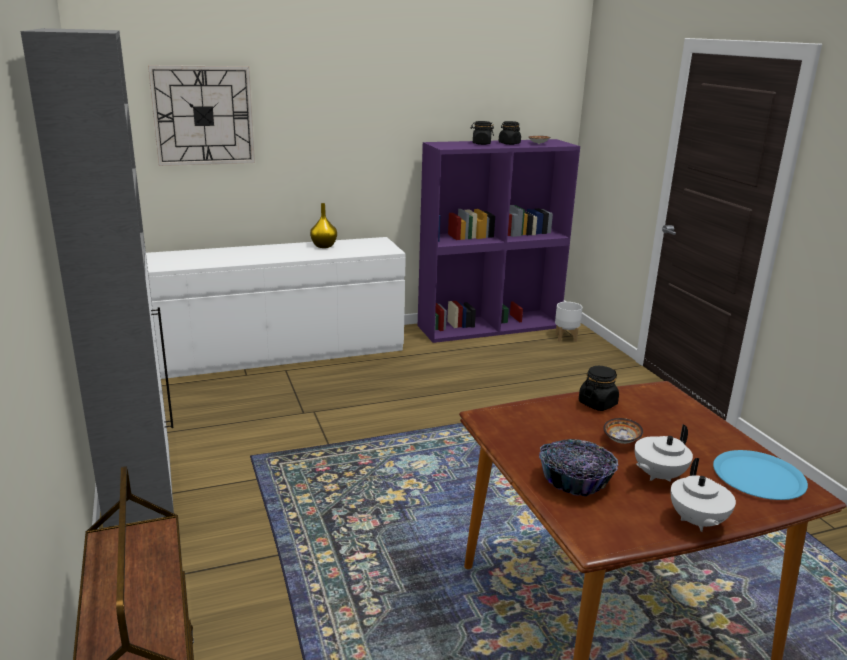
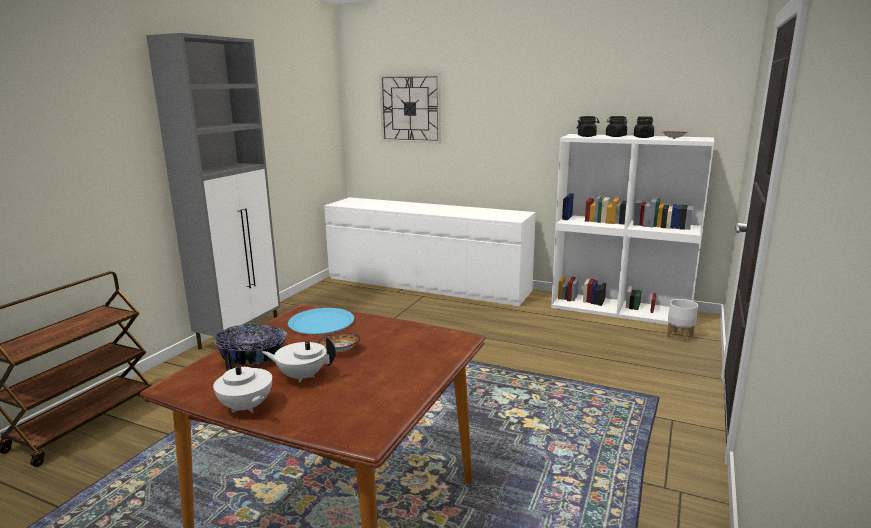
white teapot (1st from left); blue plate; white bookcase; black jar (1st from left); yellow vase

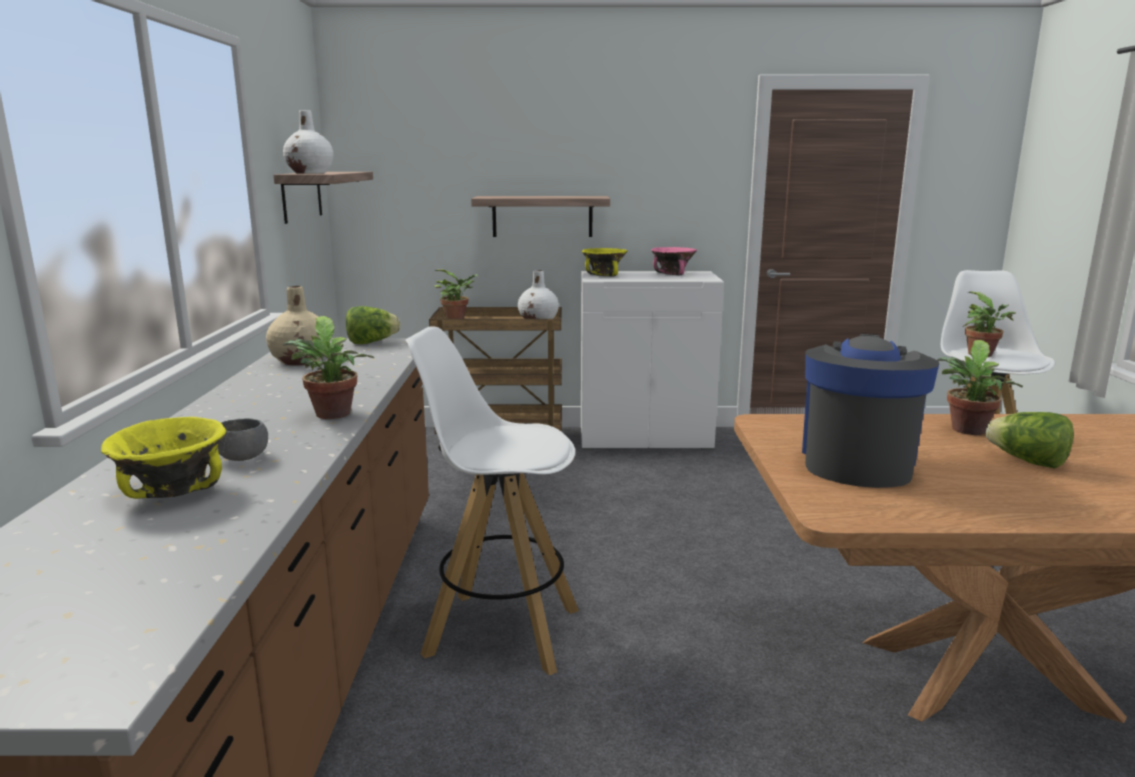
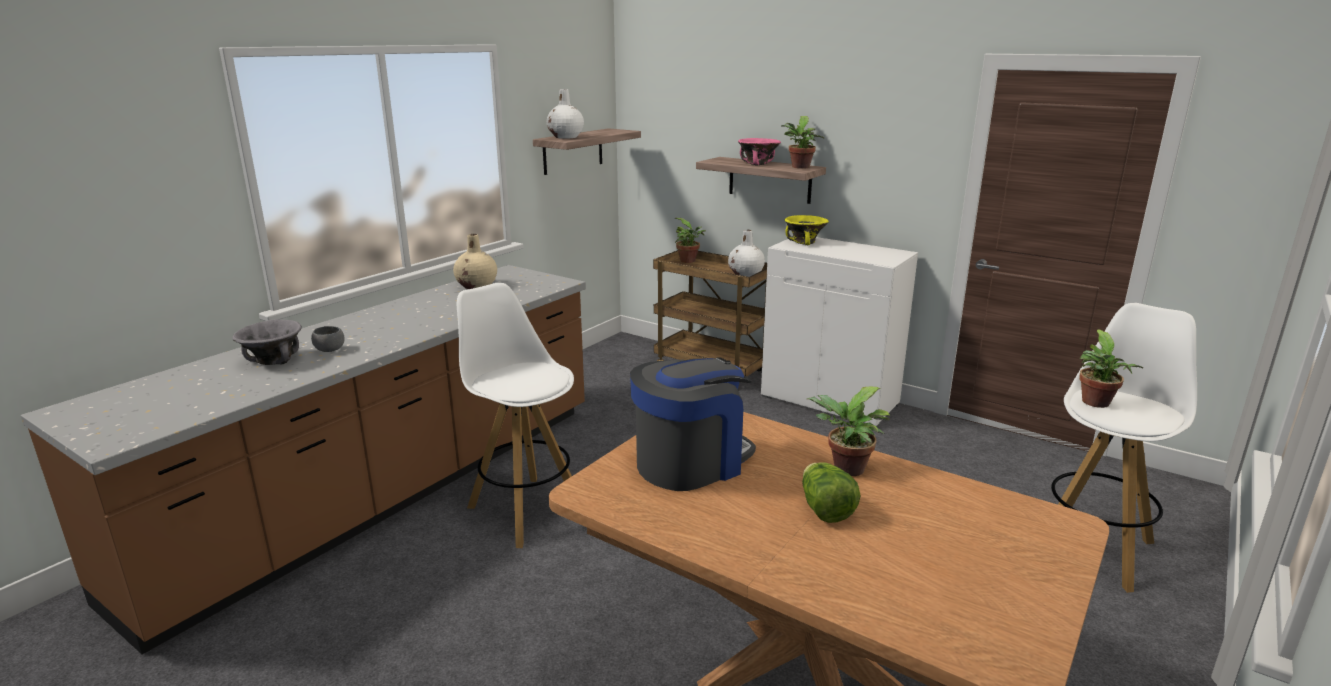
grey bowl (1st from left); pink bowl; potted plant (2nd from left); lettuce (1st from left in the first image)

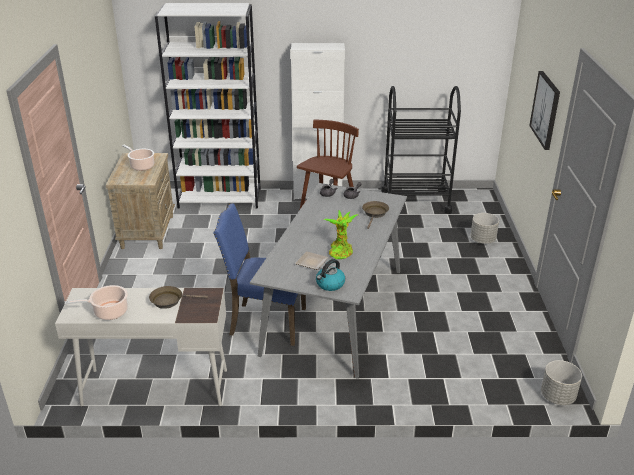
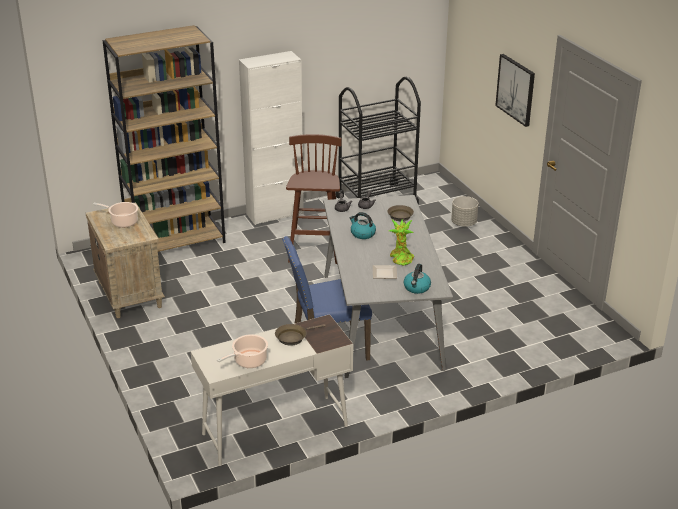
brown bookcase; kettle (1st from left); grey planter (2nd from left in the first image)

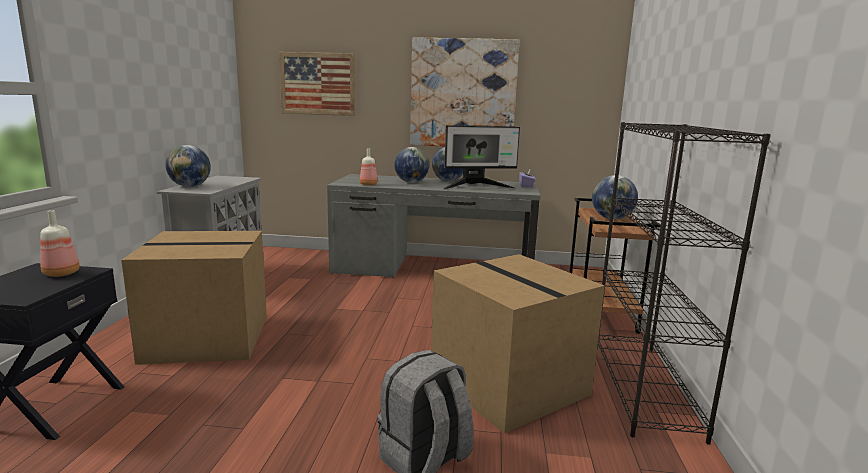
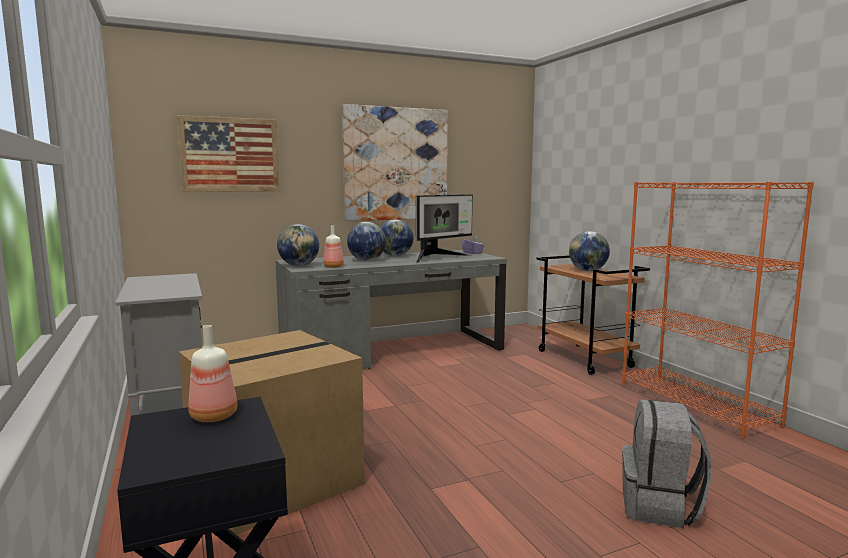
globe (1st from left); orange bookcase; cardboard box (2nd from left in the first image)

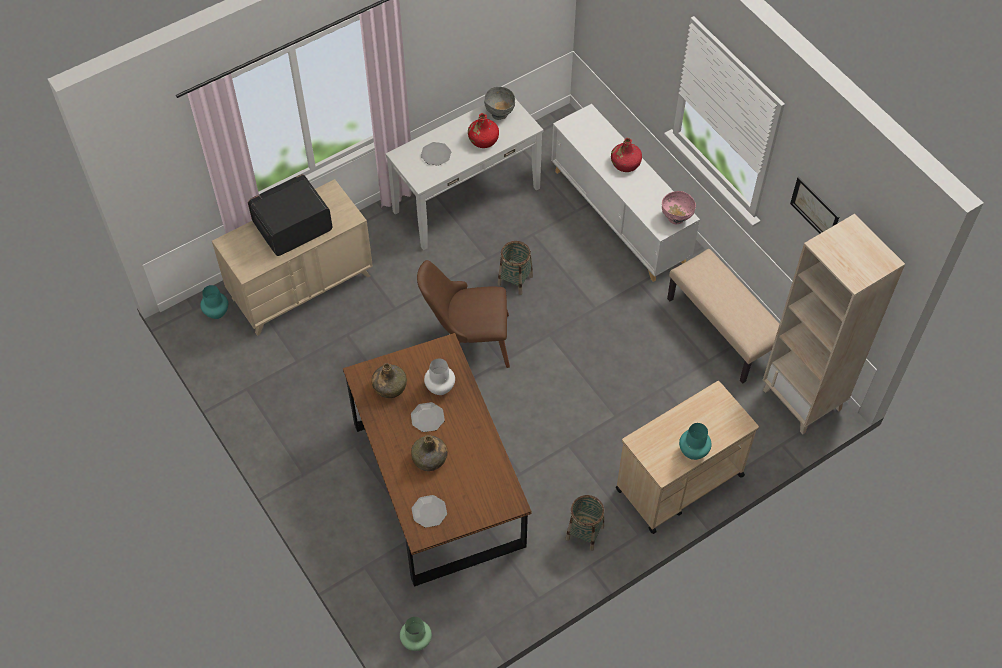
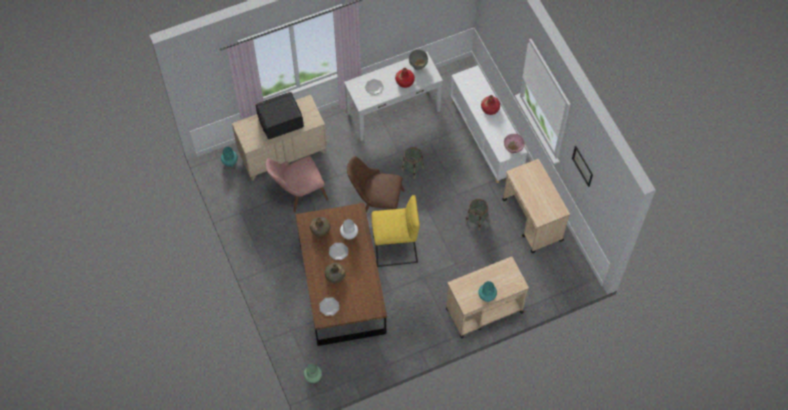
pink chair; yellow stool; basket (2nd from left); beige cart (2nd from left); beige bookcase

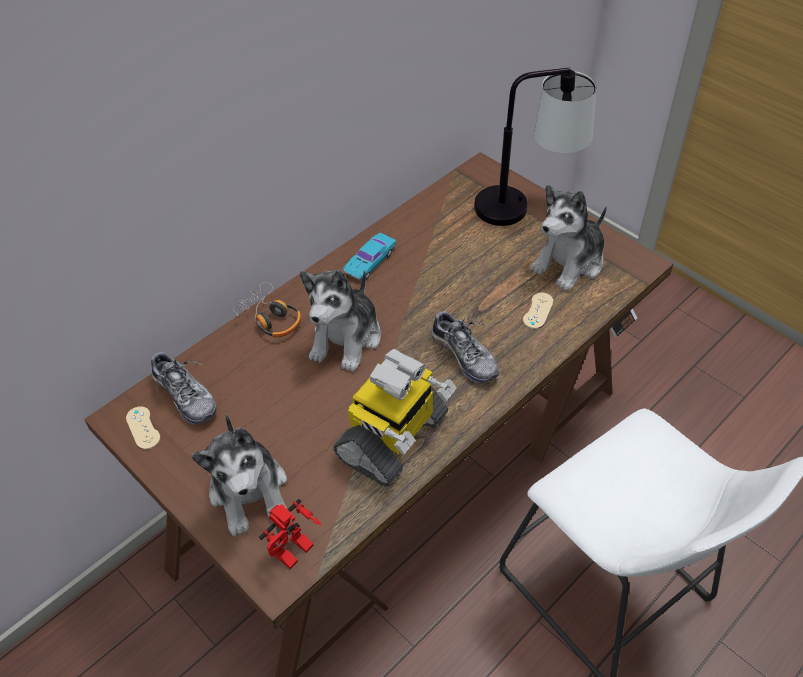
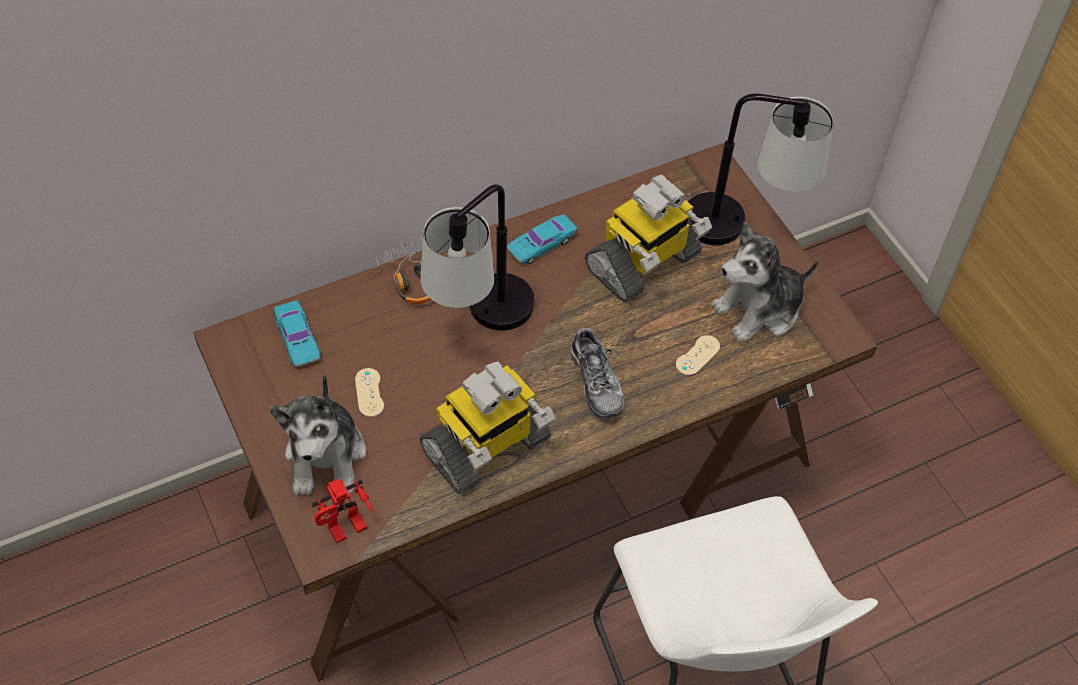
turquoise toy car (1st from left); beige game controller (1st from left); table lamp (1st from left); toy robot (3rd from left)

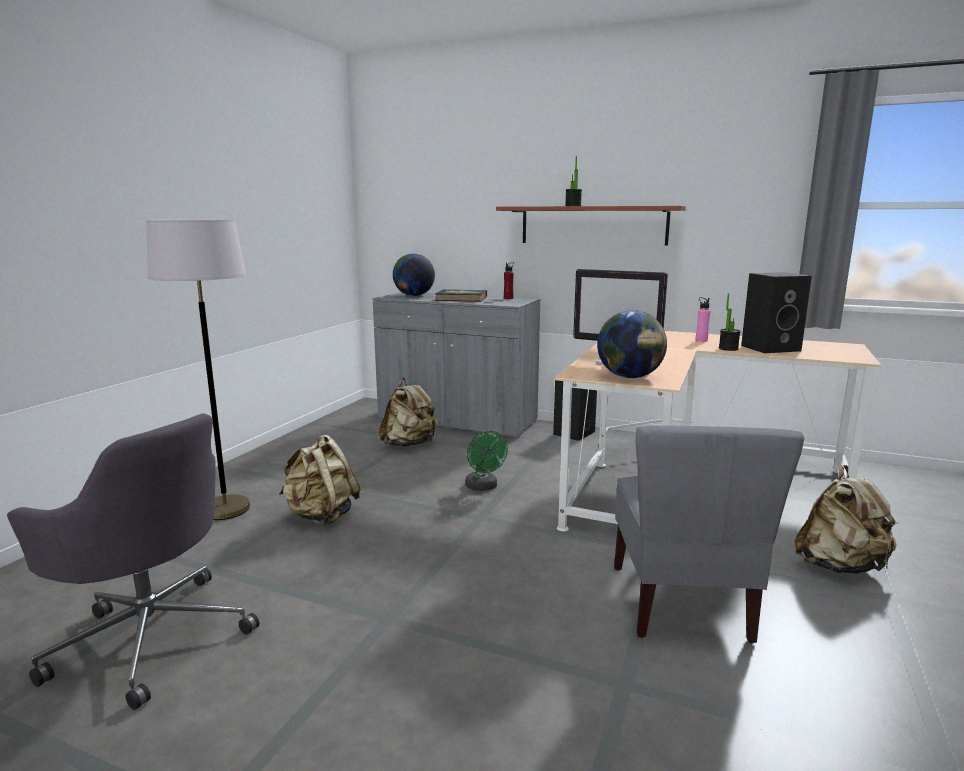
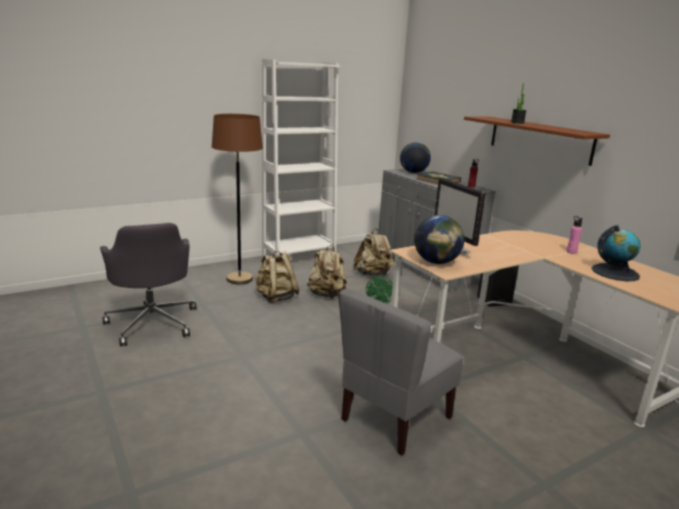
brown floor lamp; white bookcase; beige backpack (2nd from left); globe (3rd from left); potted plant (2nd from left in the first image)

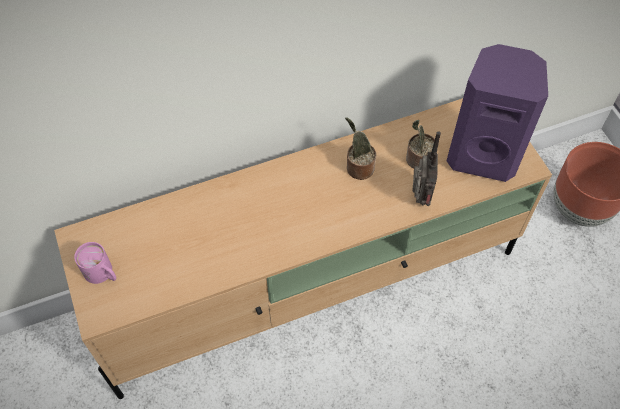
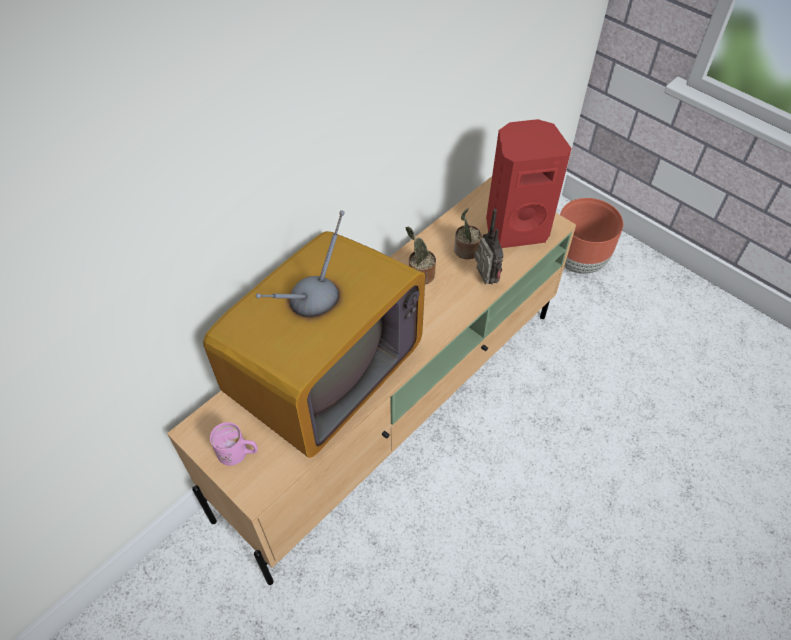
television; red speaker

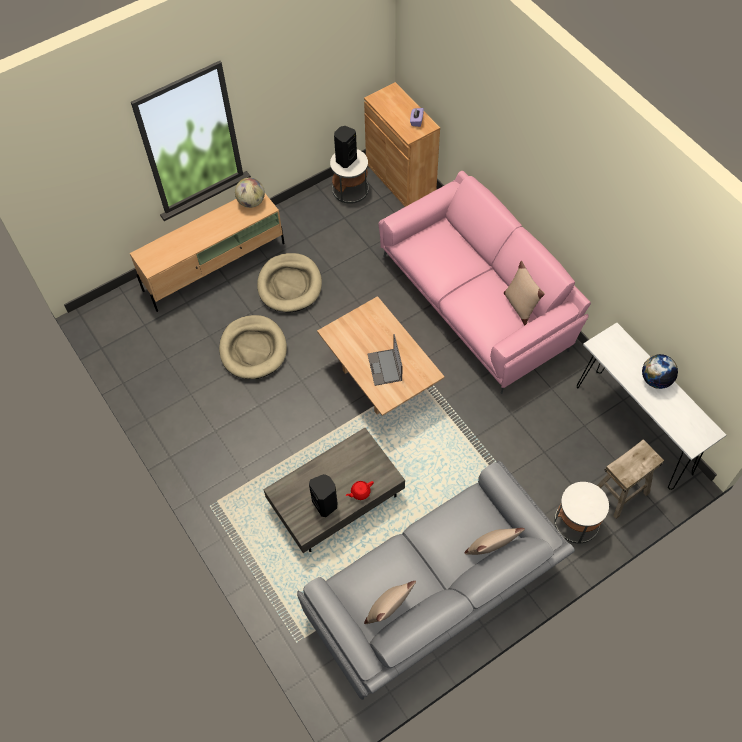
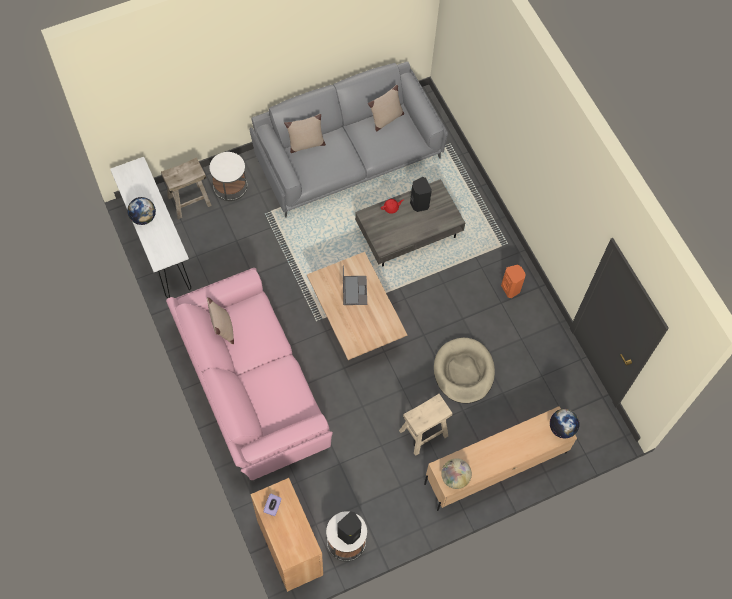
beige stool (2nd from left); orange speaker; globe (3rd from left)

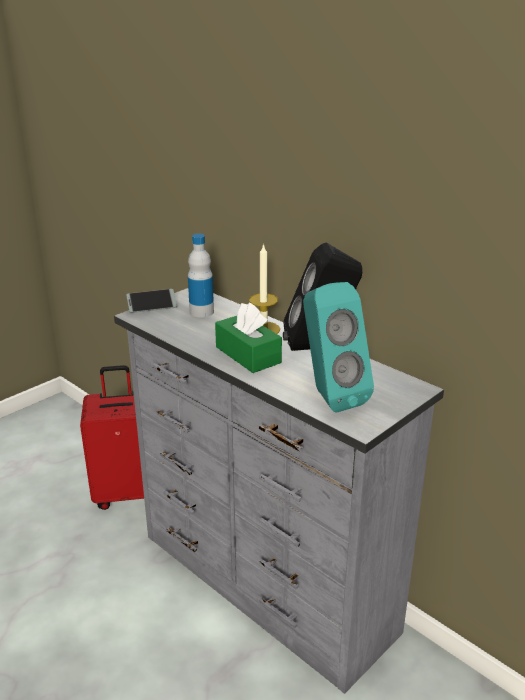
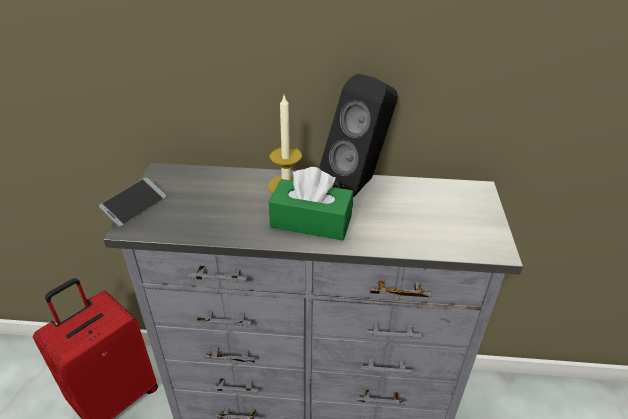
bottle; turquoise speaker

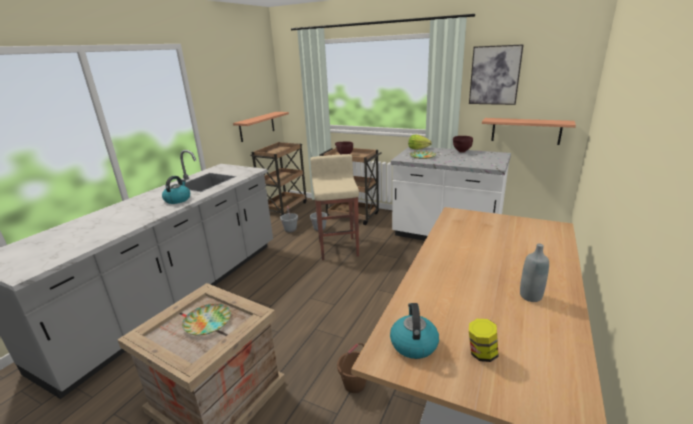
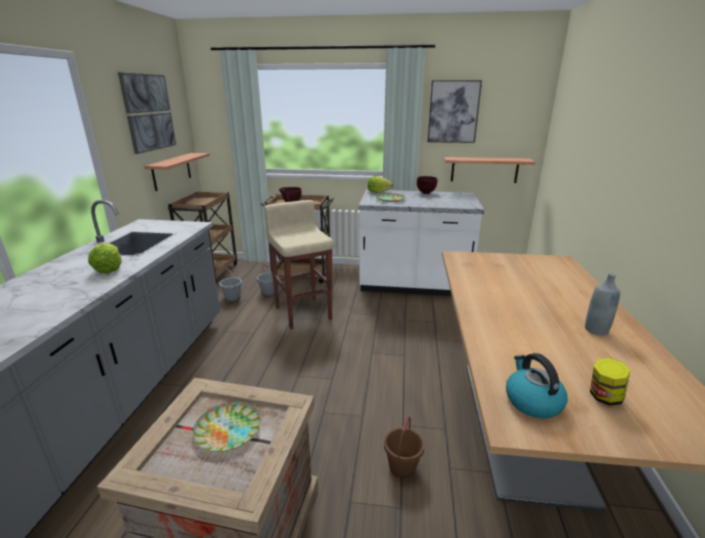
lettuce (1st from left); picture (1st from left)

